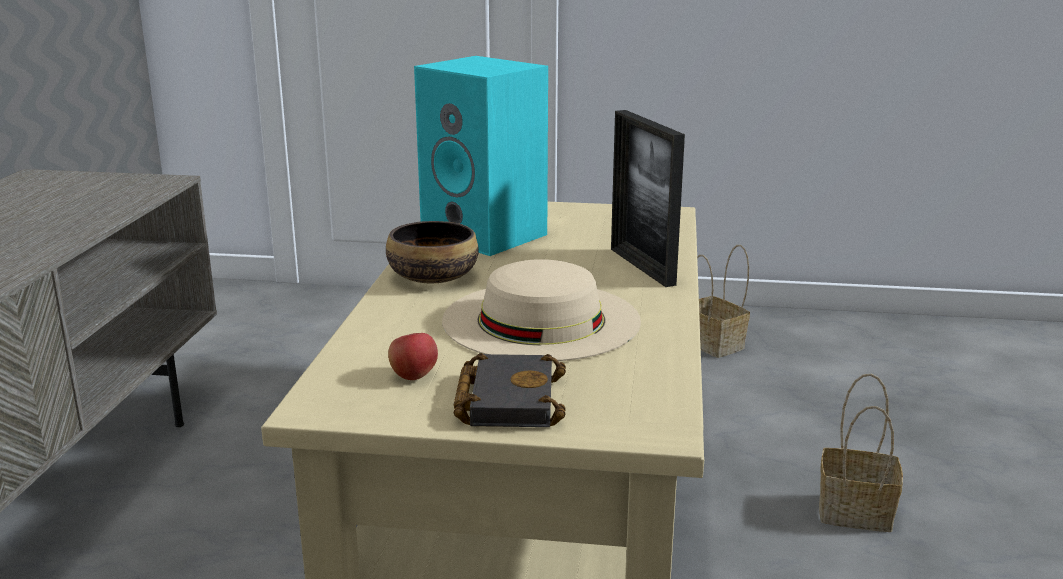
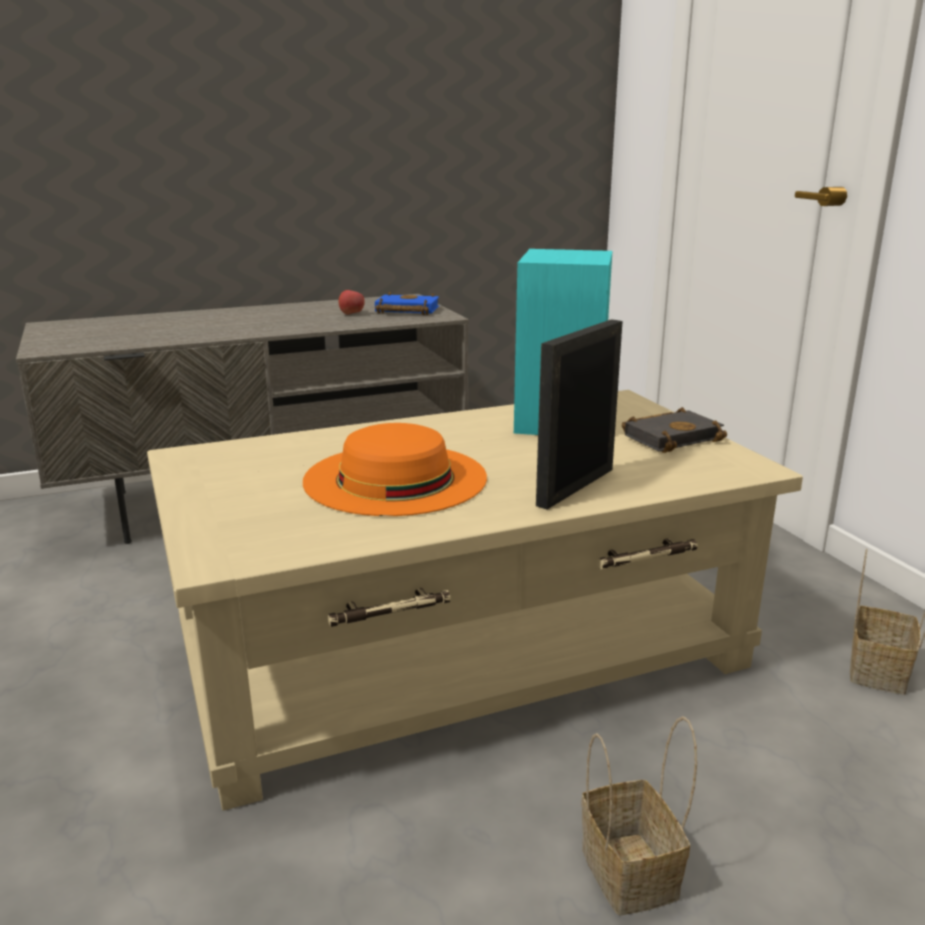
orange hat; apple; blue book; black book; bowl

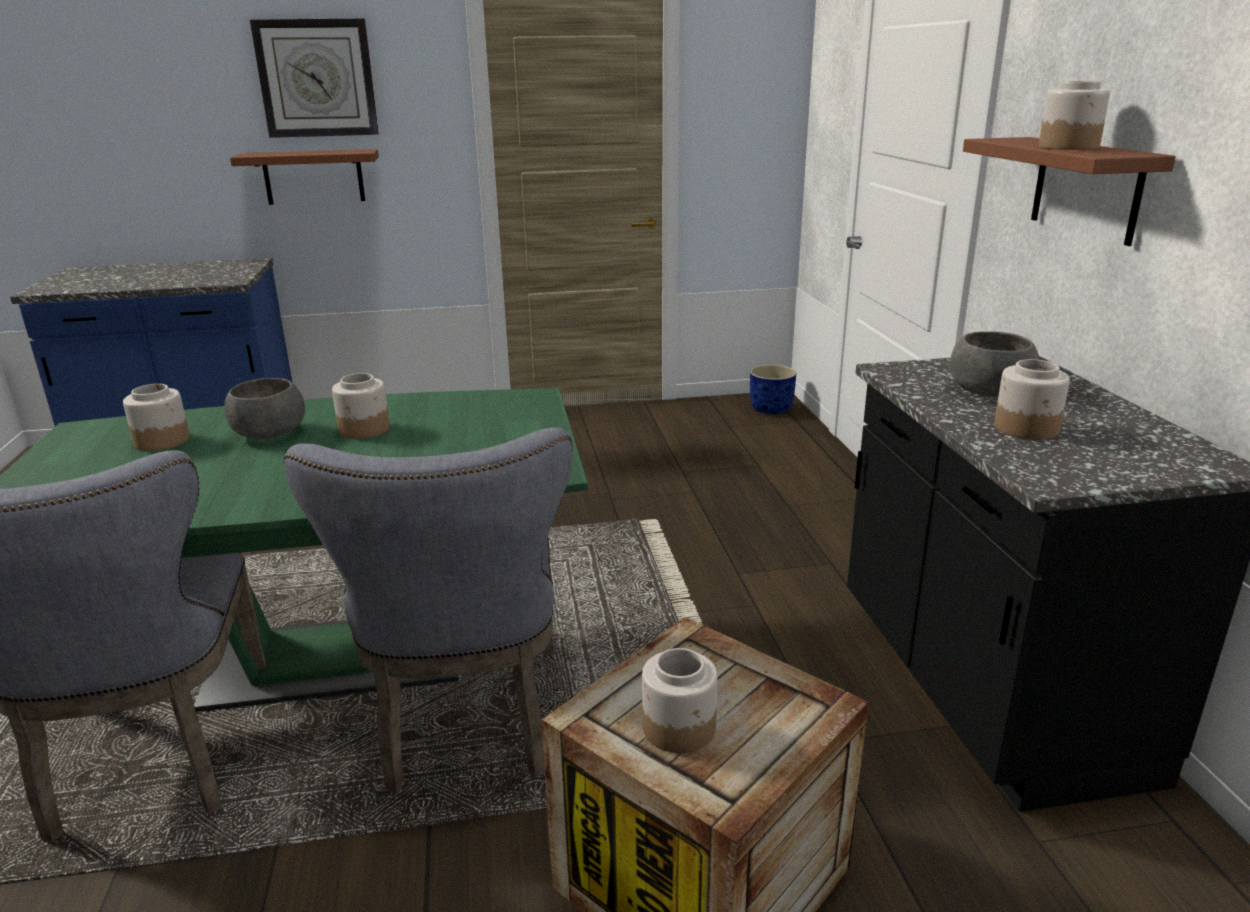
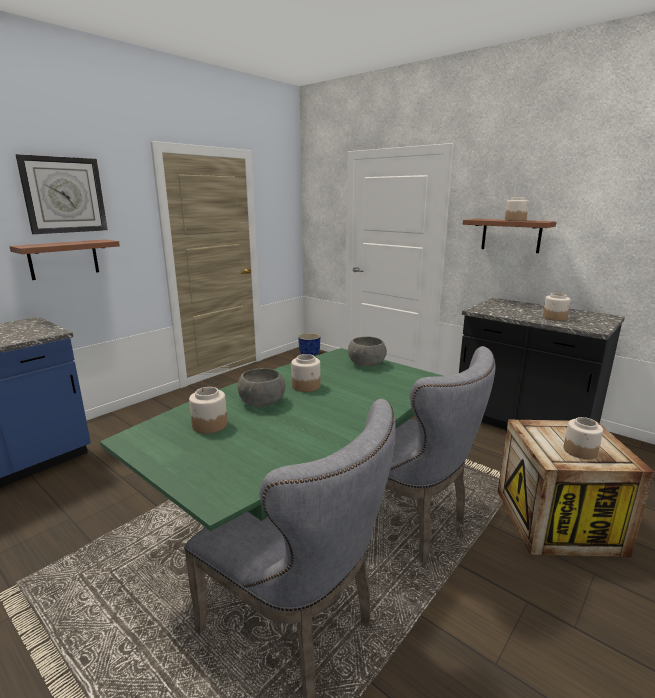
grey bowl (2nd from left)

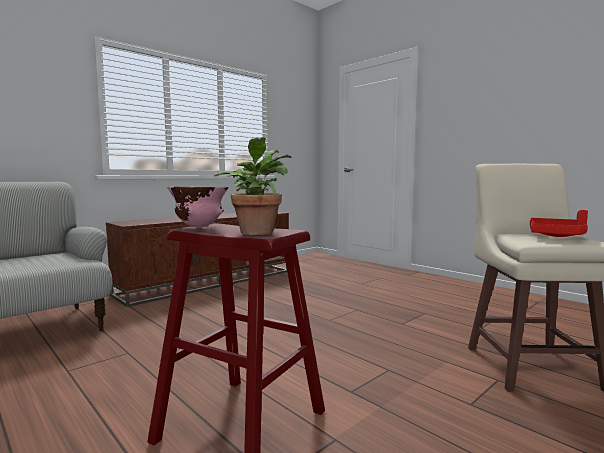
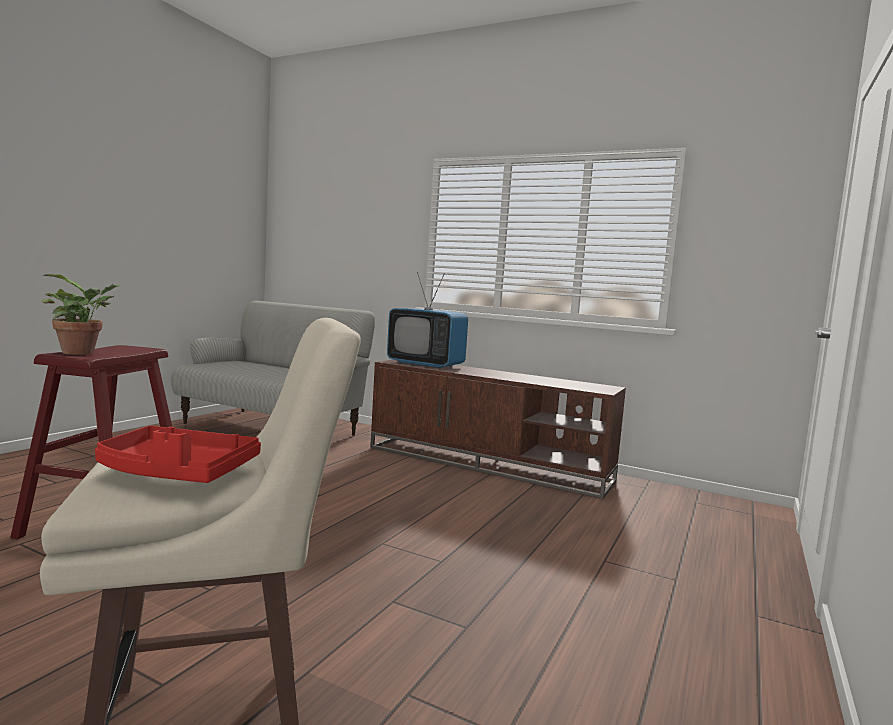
television; pink bowl

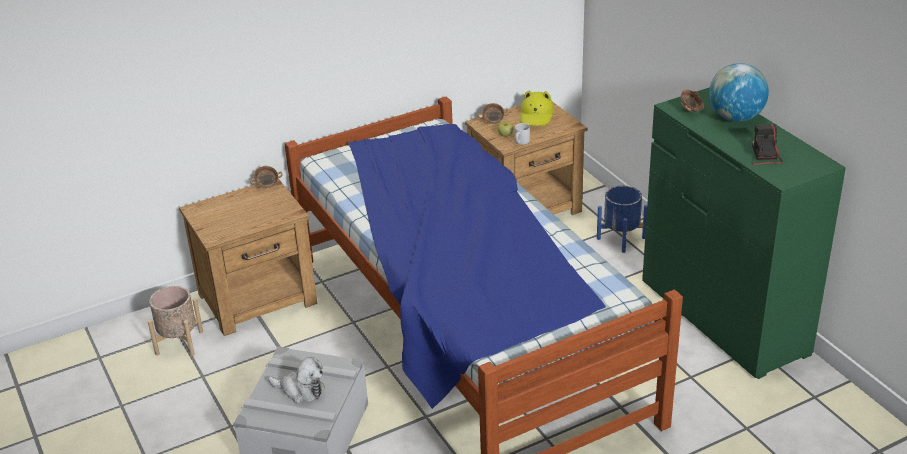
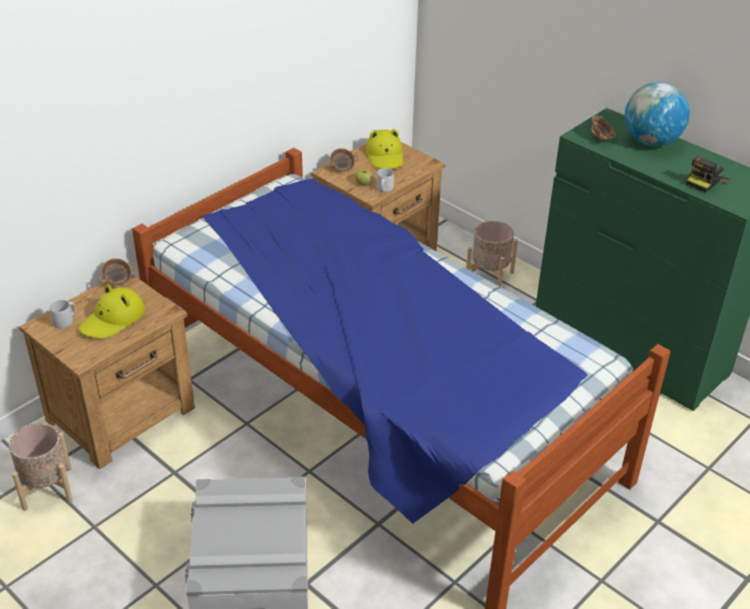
grey mug (1st from left); yellow hat (1st from left); beige planter (2nd from left); photo camera; plush toy

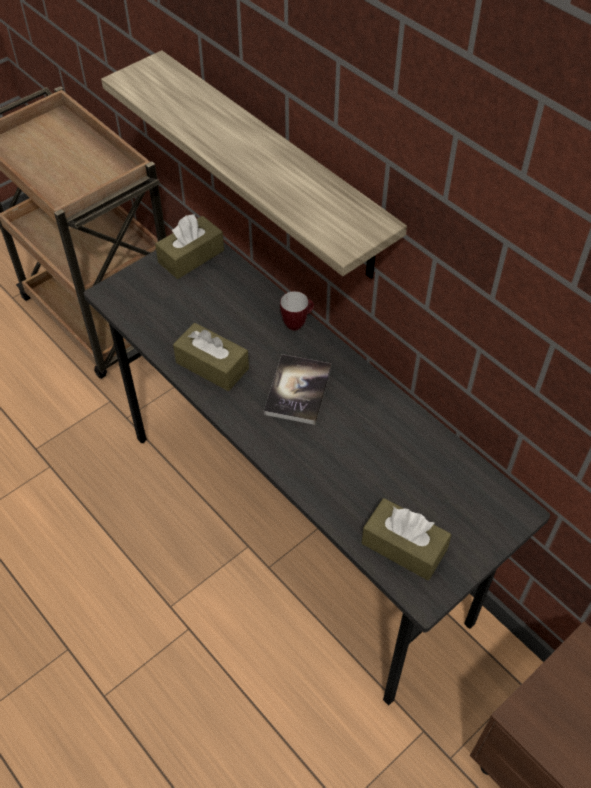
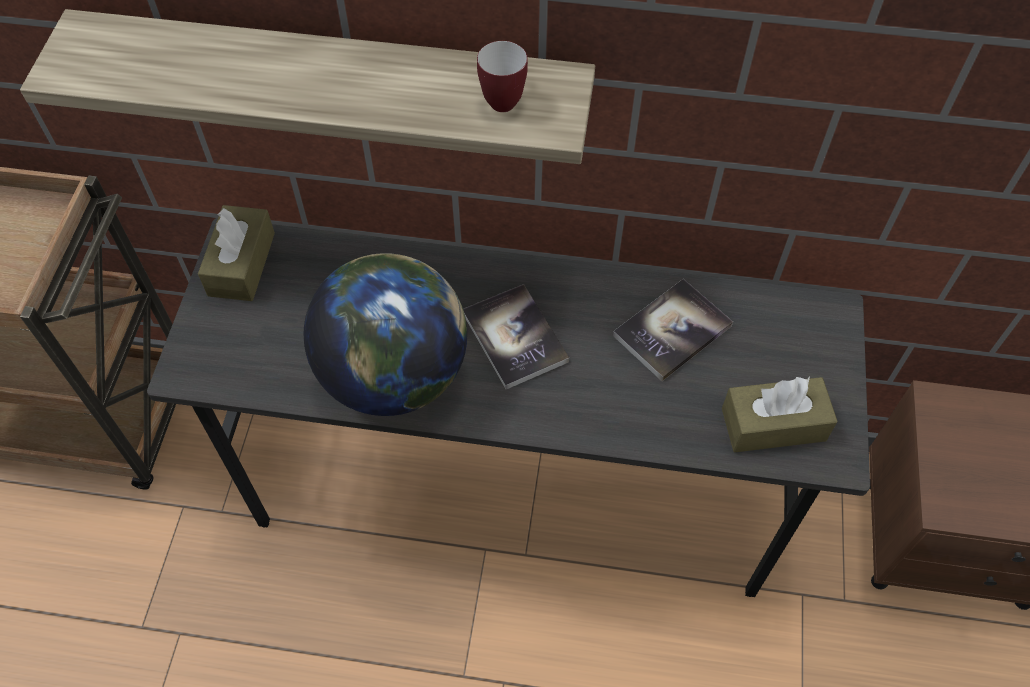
globe; mug; book (2nd from left)

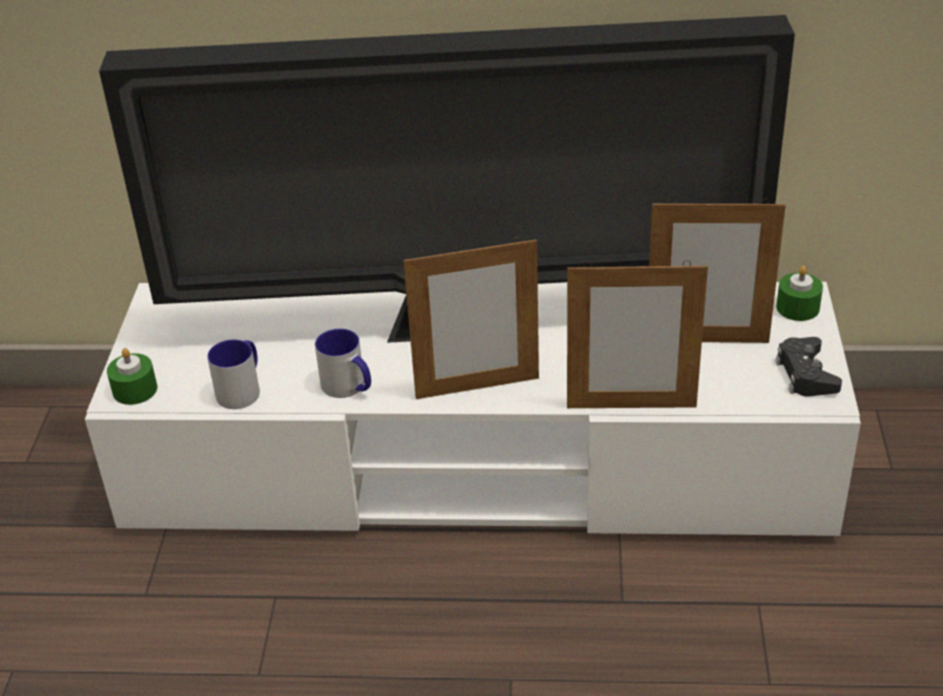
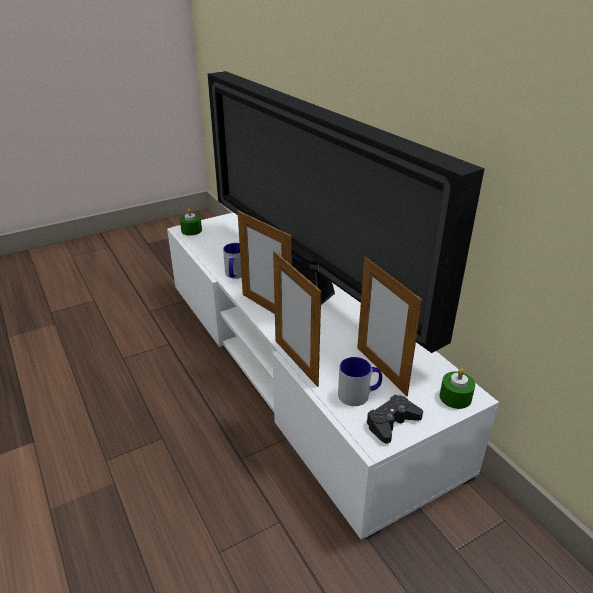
mug (2nd from left)

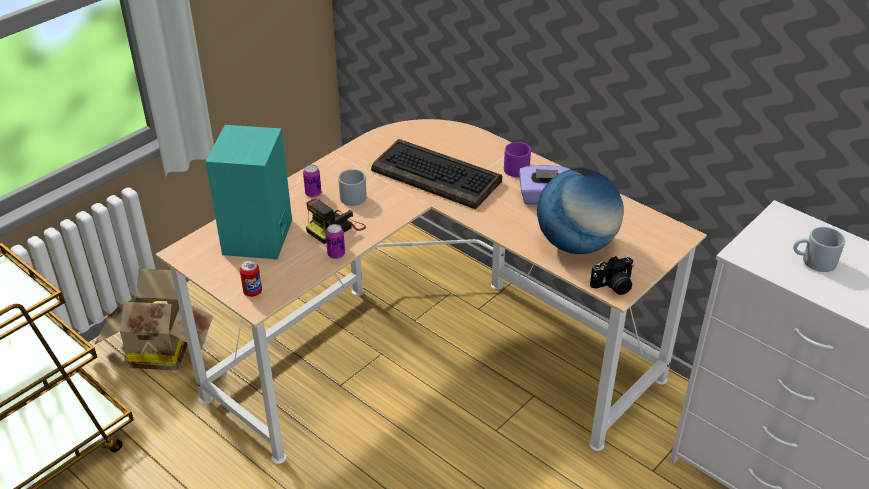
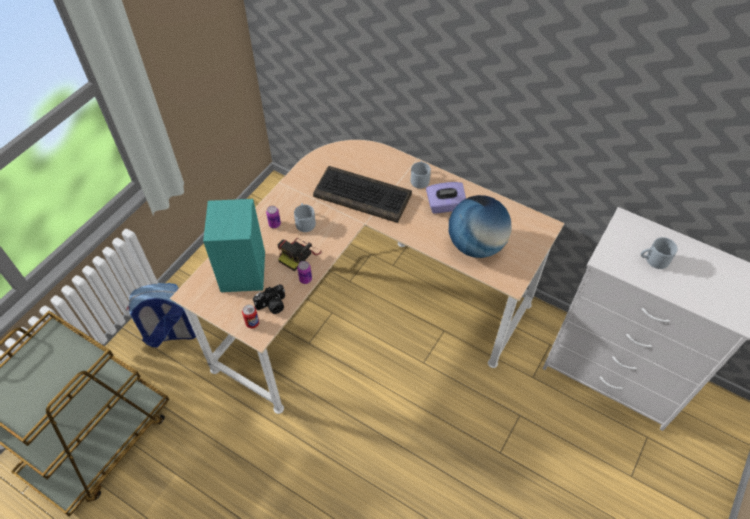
backpack; photo camera (1st from left); grey mug (2nd from left)

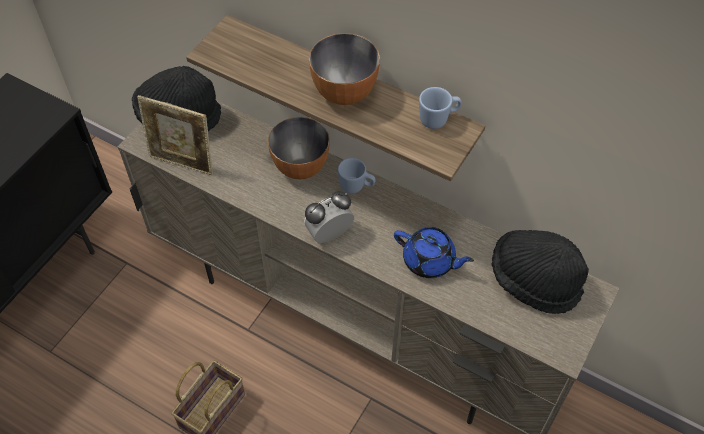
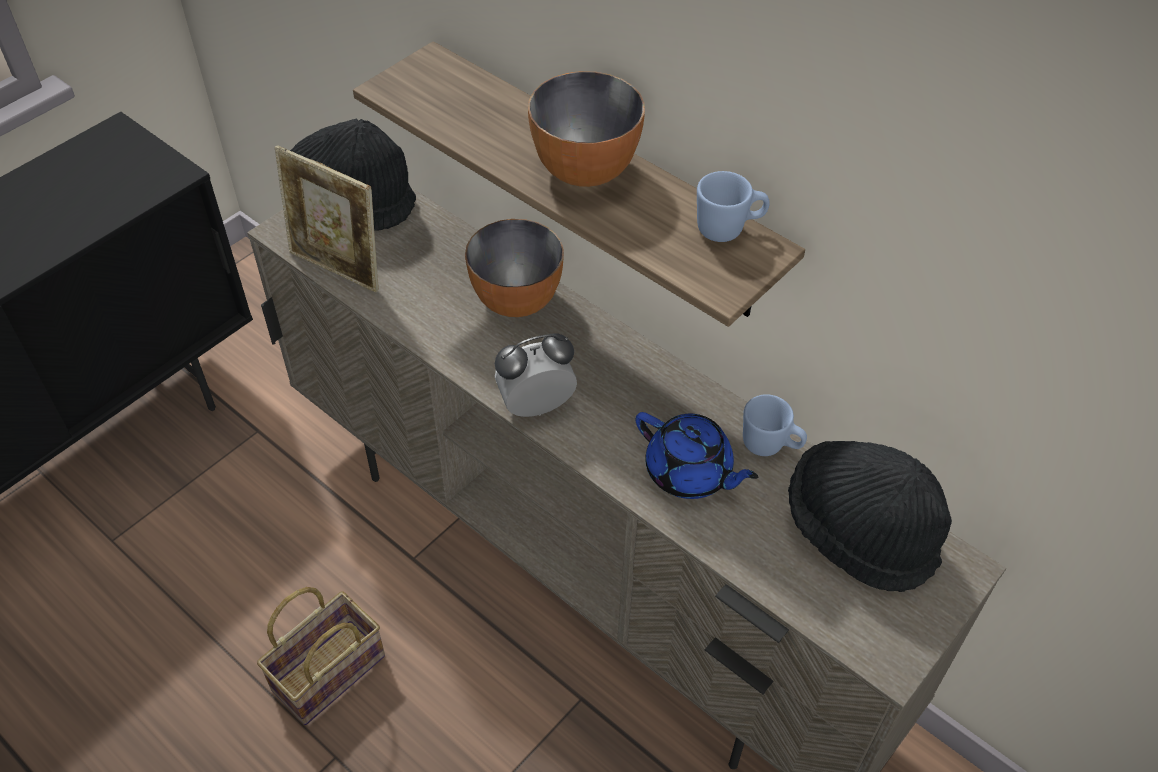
blue mug (2nd from left)

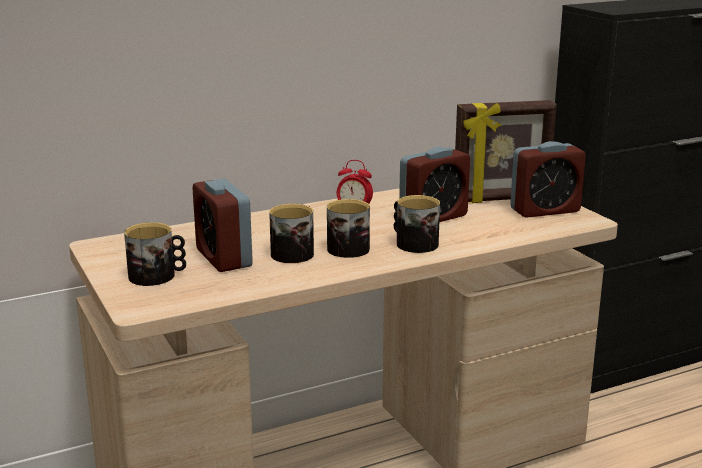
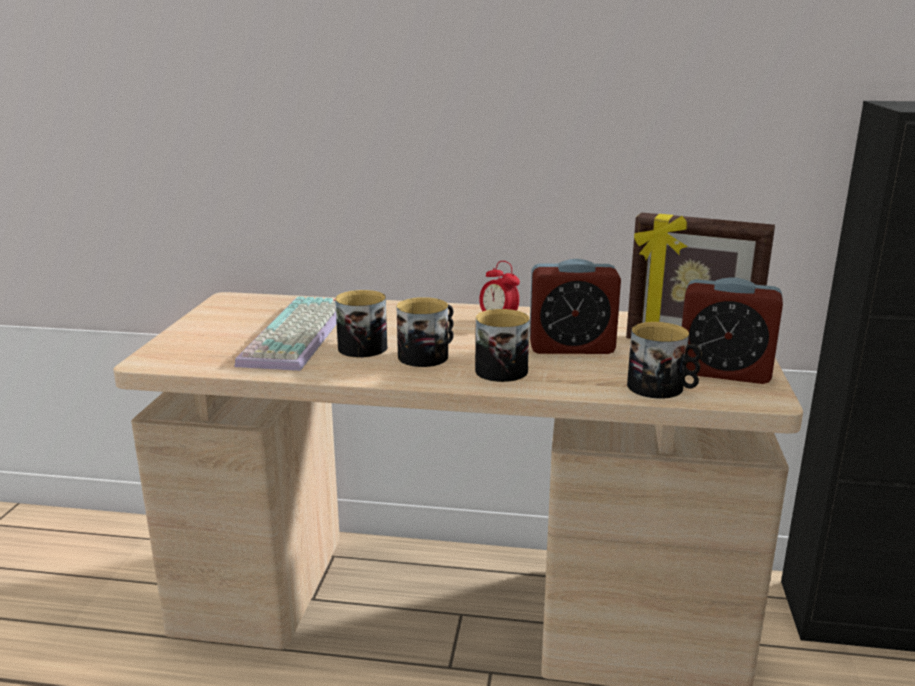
keyboard; mug (4th from left)

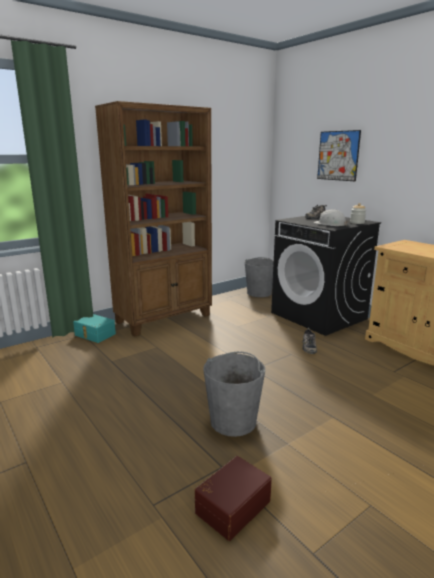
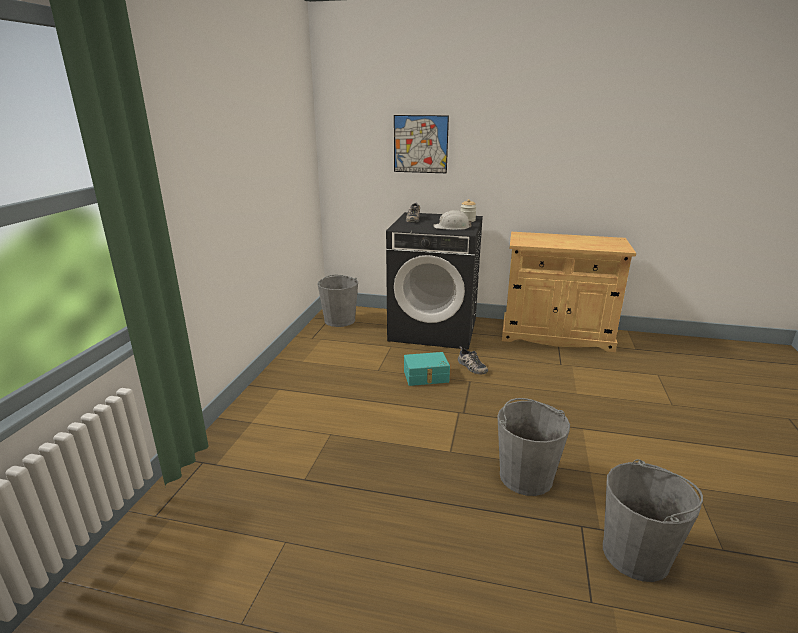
turquoise storage box; grey bucket (3rd from left); brown bookcase

